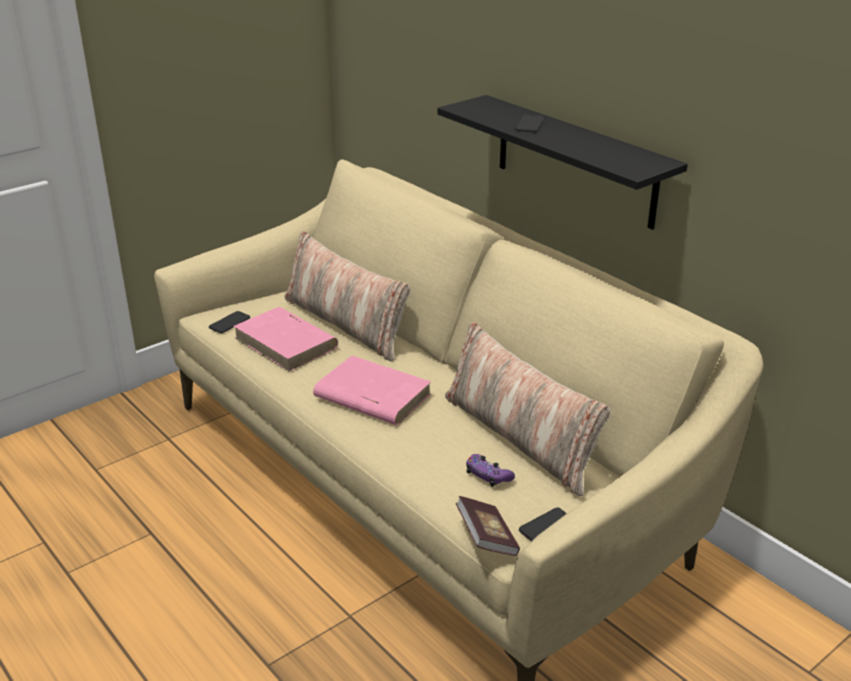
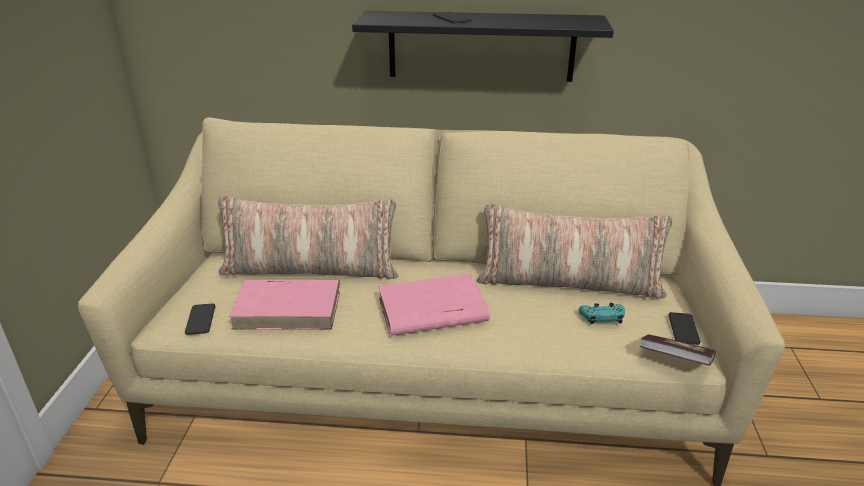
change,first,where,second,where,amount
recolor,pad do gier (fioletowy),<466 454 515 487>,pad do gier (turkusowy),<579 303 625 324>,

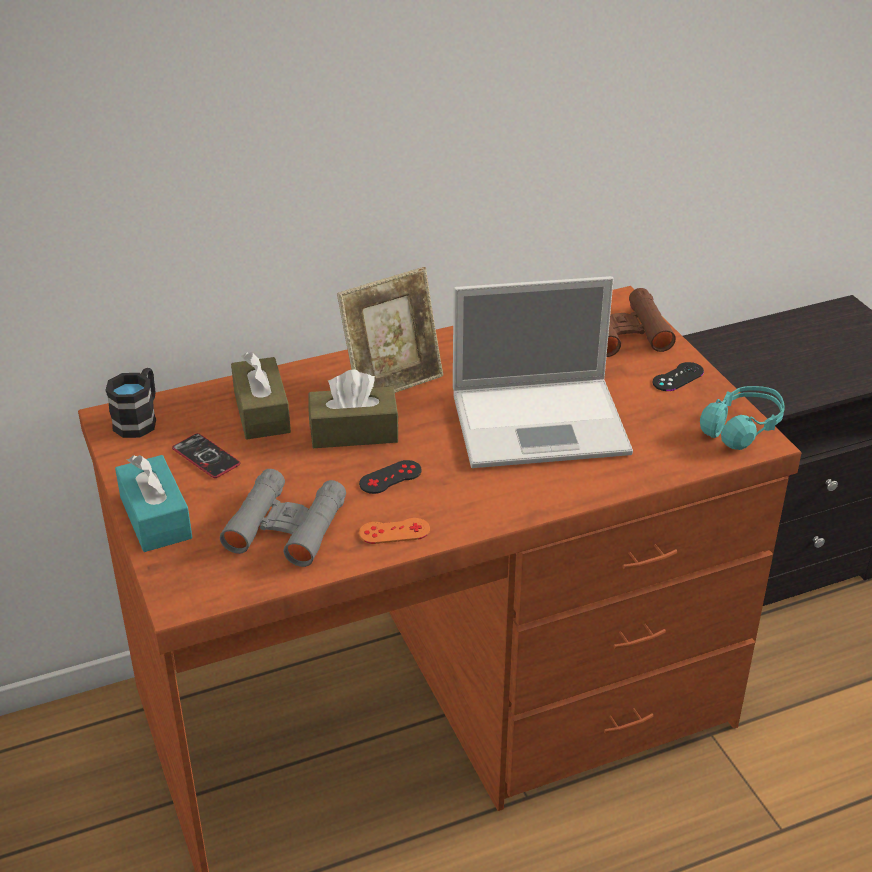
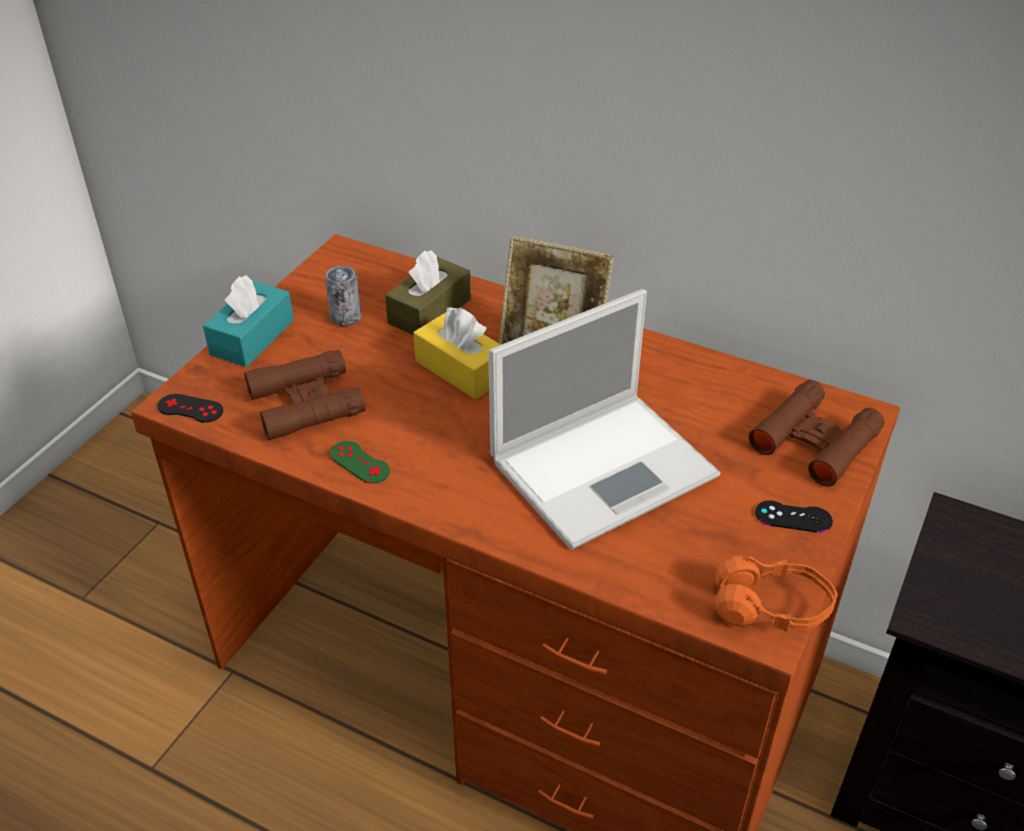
change,first,where,second,where,amount
move,pad do gier (czarny),<359 460 422 494>,,<158 394 223 423>,
recolor,lornetka (szary),<220 469 346 567>,lornetka (brązowy),<244 350 366 440>,
replace,telefon,<172 433 241 478>,puszka,<325 266 361 326>,
recolor,pad do gier (pomarańczowy),<359 518 430 544>,pad do gier (zielony),<330 441 390 484>,
recolor,pudełko chusteczek (brązowy),<309 369 399 448>,pudełko chusteczek (żółty),<413 307 501 399>,
rotate,laptop,<453 276 633 468>,,<489 289 720 550>,75 degrees counterclockwise
recolor,słuchawki (turkusowy),<700 386 785 450>,słuchawki (pomarańczowy),<715 555 838 632>,
delete,kubek (czarny),<105 368 156 438>,,,

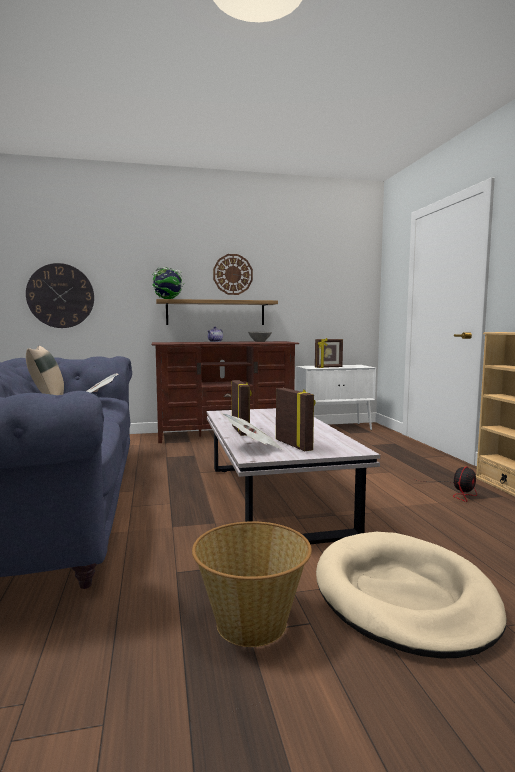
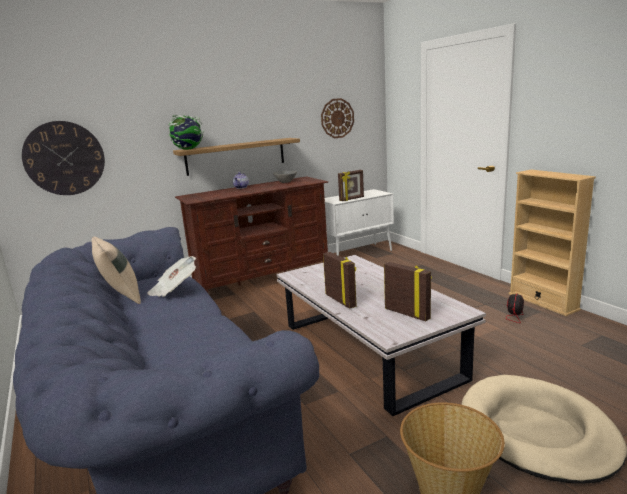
change,first,where,second,where,amount
move,zegar ścienny,<213 254 253 295>,,<321 98 354 138>,
delete,gazeta,<221 413 284 450>,,,

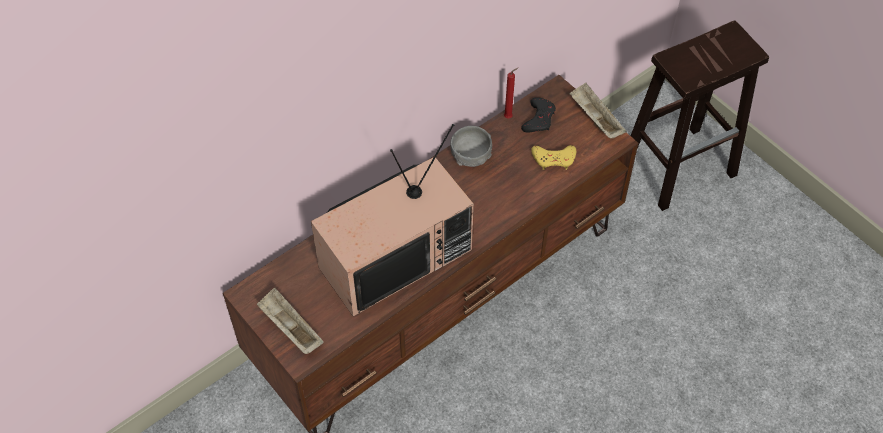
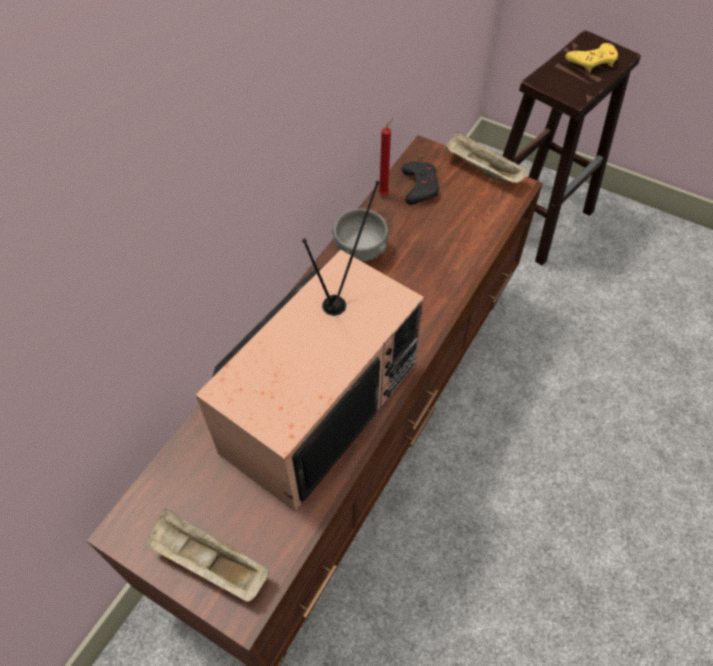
change,first,where,second,where,amount
move,pad do gier (żółty),<531 145 576 170>,,<565 43 618 72>,

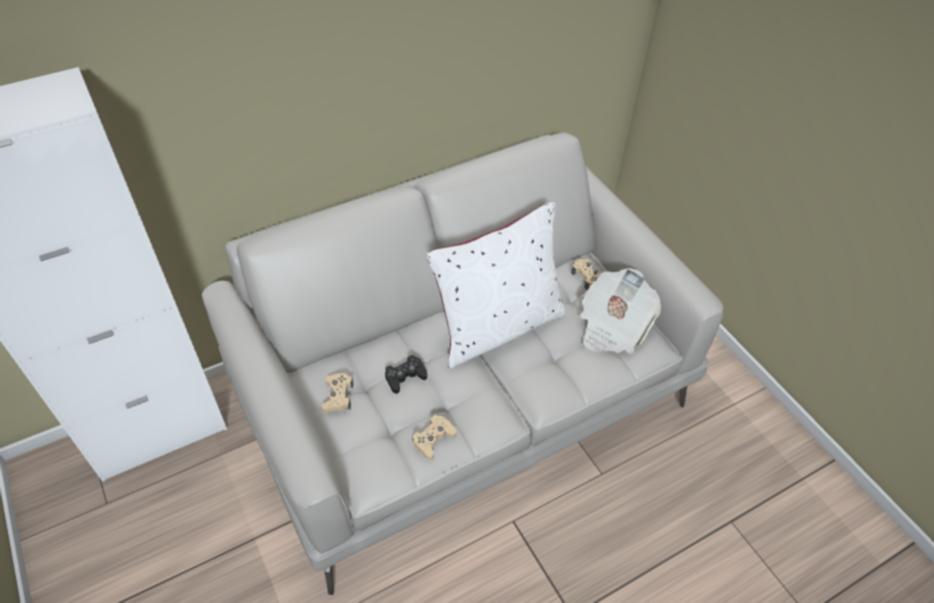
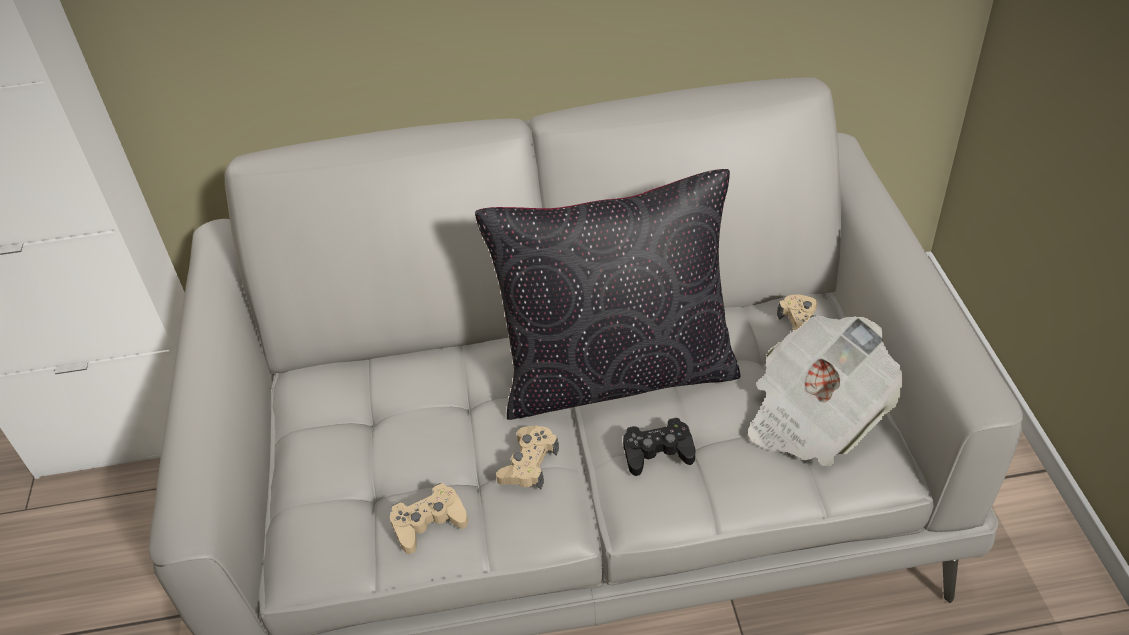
change,first,where,second,where,amount
recolor,poduszka (biały),<426 202 566 369>,poduszka (czarny),<475 169 740 420>,
move,pad do gier (beżowy),<322 373 353 413>,,<496 425 559 489>,
move,pad do gier (czarny),<385 355 427 394>,,<623 418 695 476>,

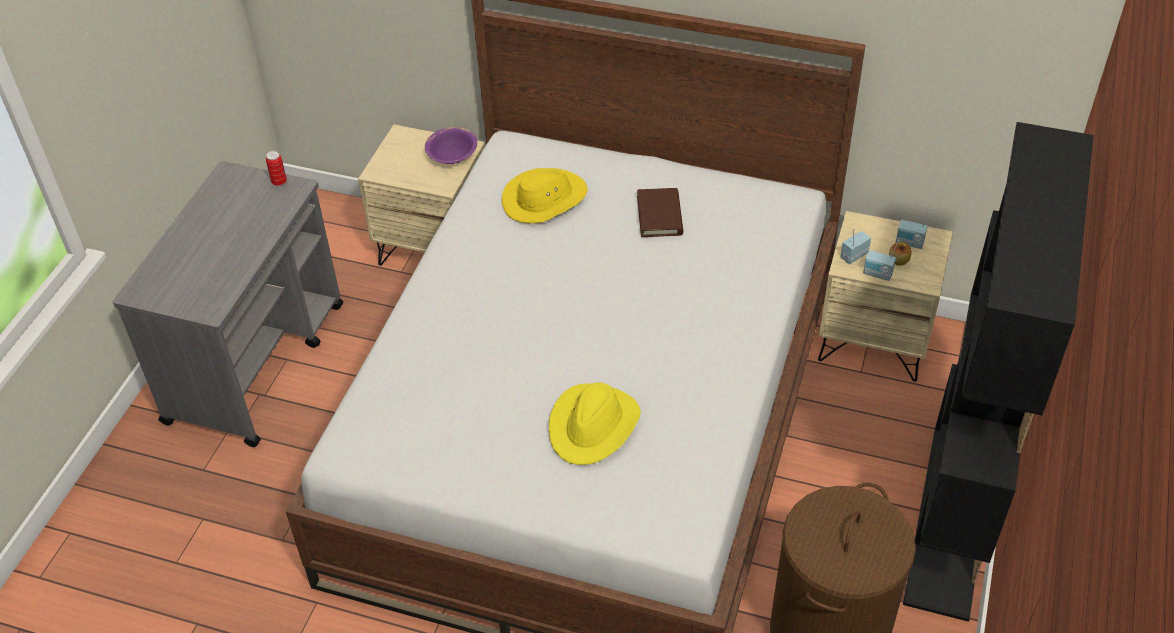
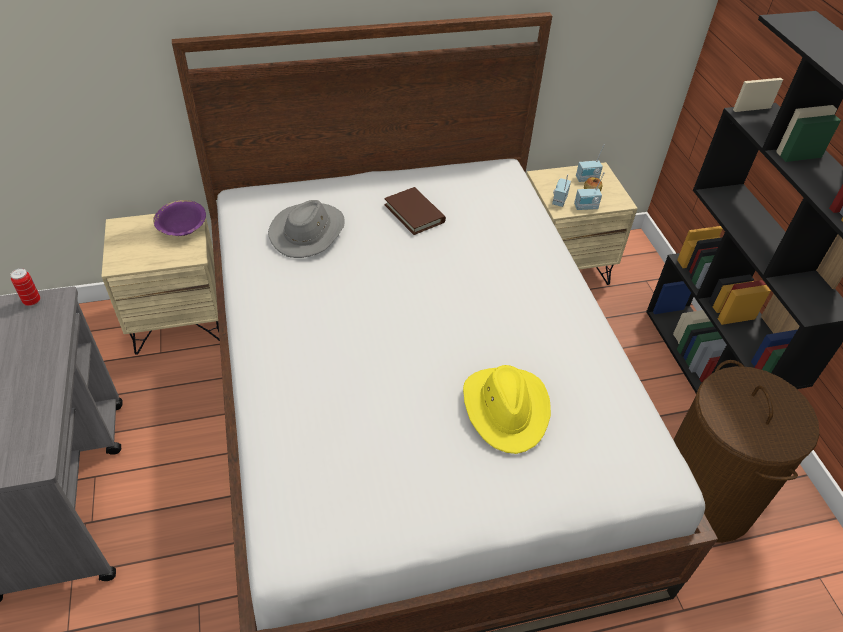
change,first,where,second,where,amount
recolor,kapelusz (żółty),<502 168 588 223>,kapelusz (szary),<268 200 345 258>,

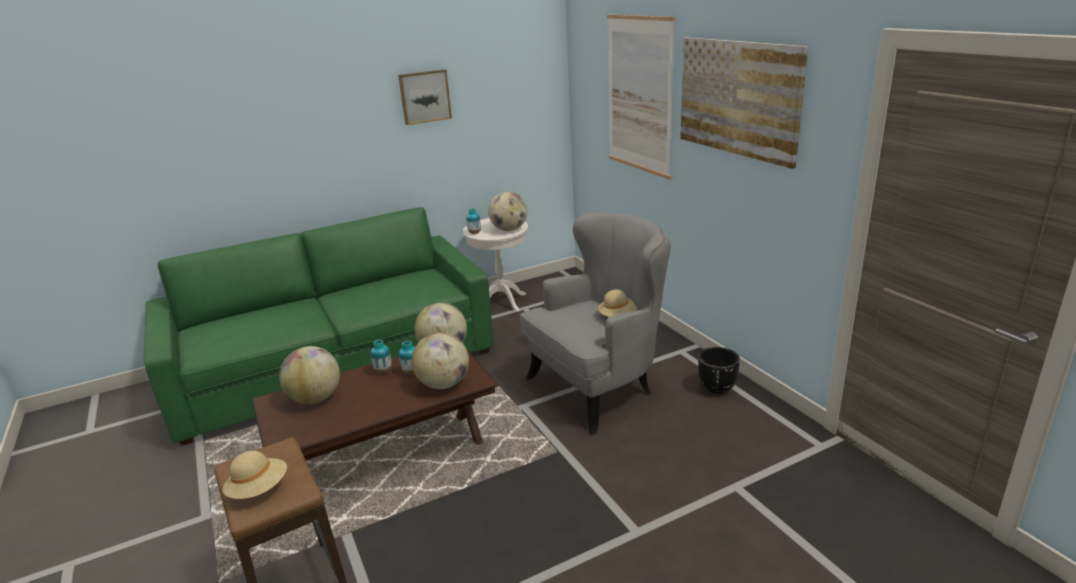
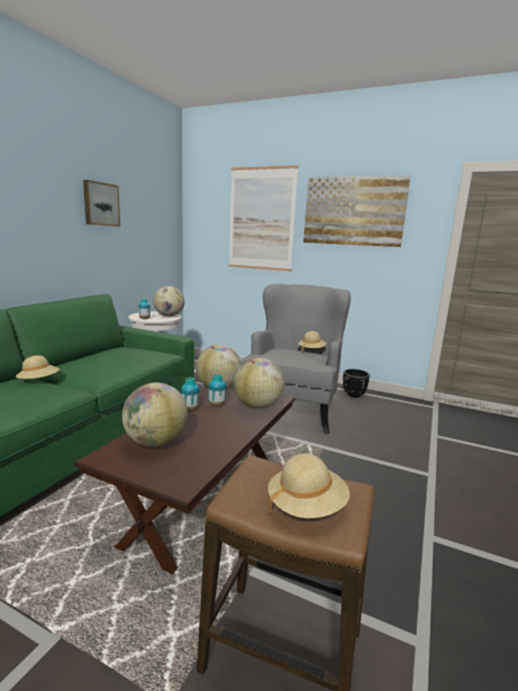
change,first,where,second,where,amount
insert,,,kapelusz (beżowy),<16 355 60 379>,

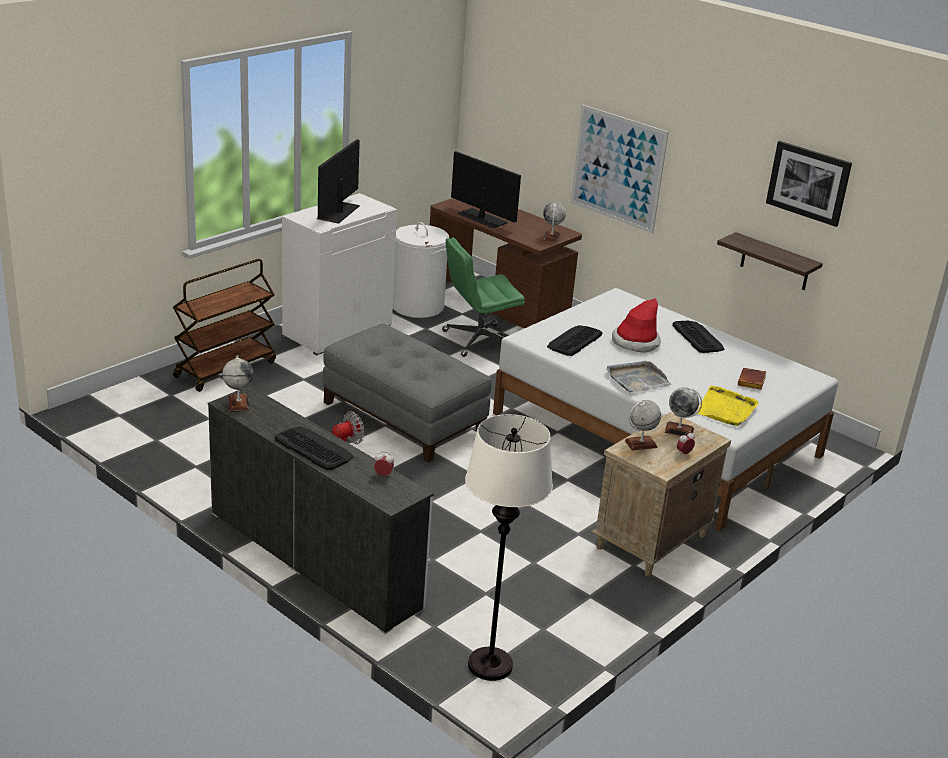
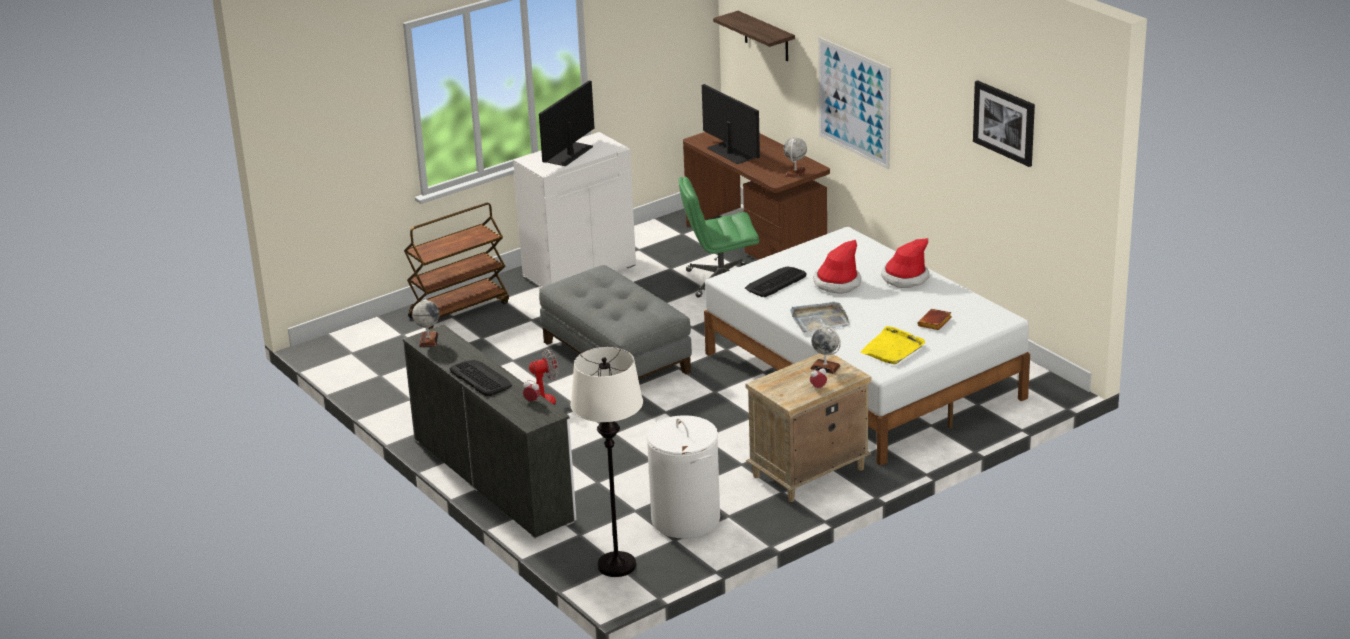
change,first,where,second,where,amount
move,kosz na pranie (biały),<393 222 449 318>,,<646 415 720 539>,
move,półka,<717 232 823 290>,,<713 11 795 61>,
replace,klawiatura,<672 321 725 353>,kapelusz,<881 238 930 288>,
delete,globus,<625 400 661 451>,,,

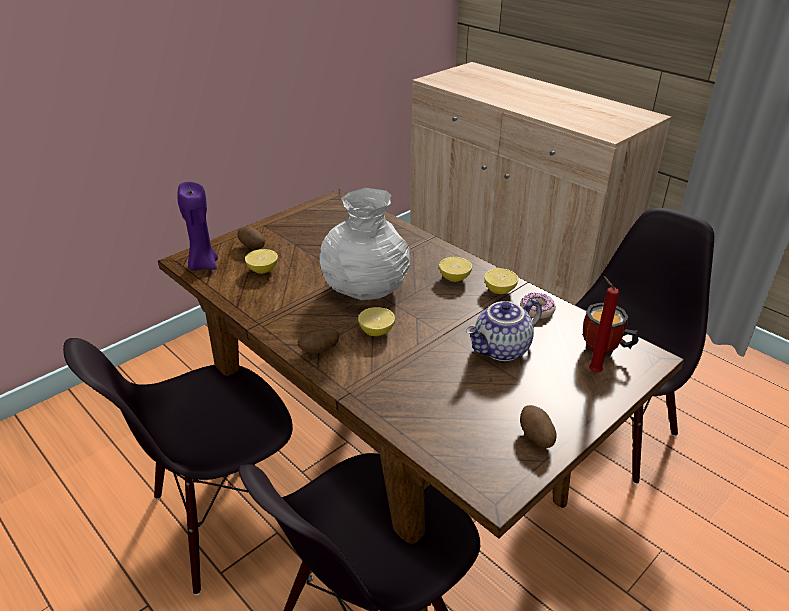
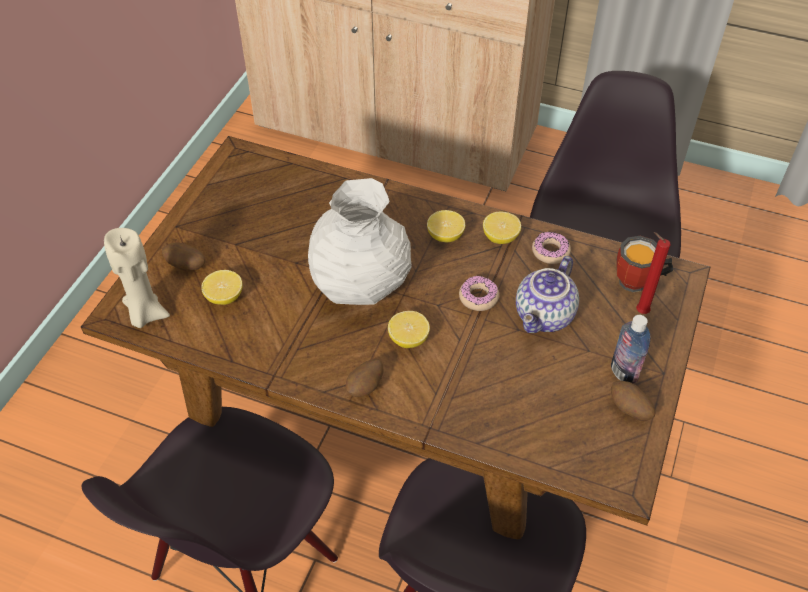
change,first,where,second,where,amount
recolor,świeca (fioletowy),<178 182 218 271>,świeca (beżowy),<104 228 170 328>,
insert,,,donut,<459 276 499 311>,
insert,,,butelka,<611 315 650 384>,

